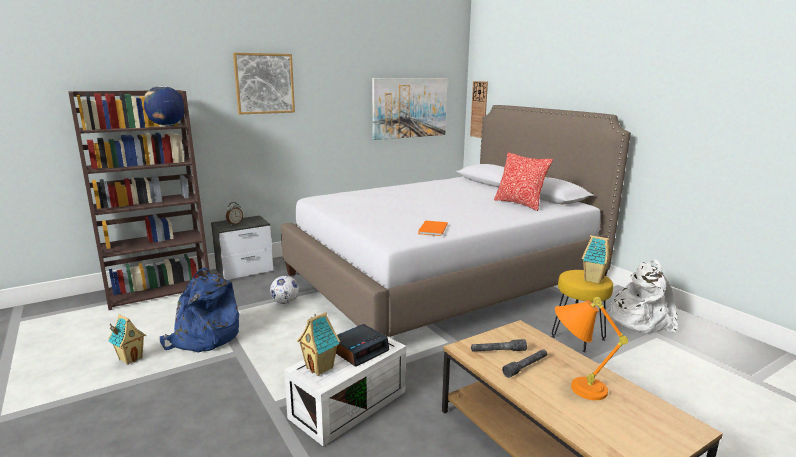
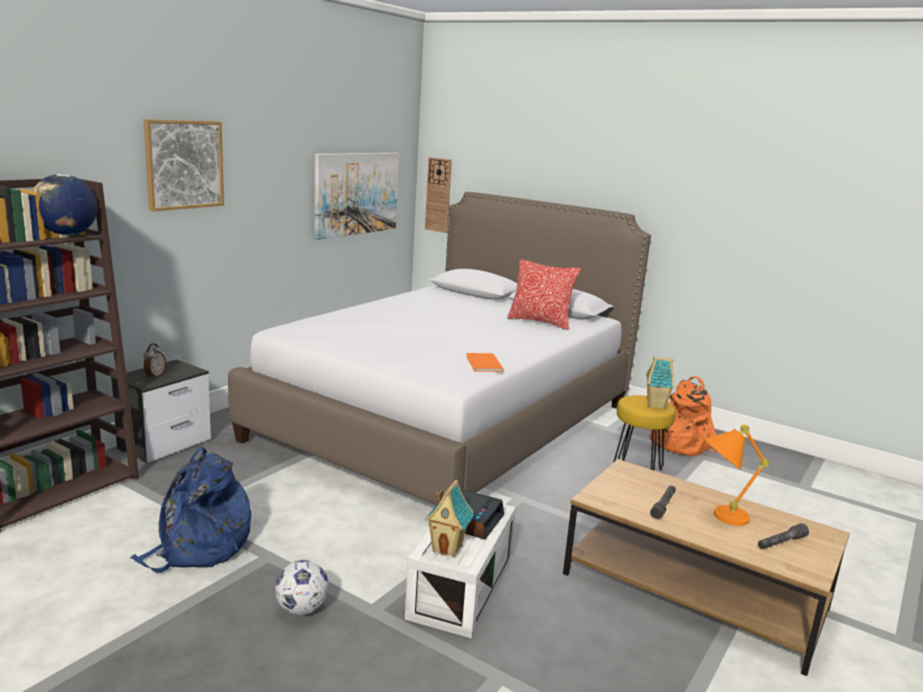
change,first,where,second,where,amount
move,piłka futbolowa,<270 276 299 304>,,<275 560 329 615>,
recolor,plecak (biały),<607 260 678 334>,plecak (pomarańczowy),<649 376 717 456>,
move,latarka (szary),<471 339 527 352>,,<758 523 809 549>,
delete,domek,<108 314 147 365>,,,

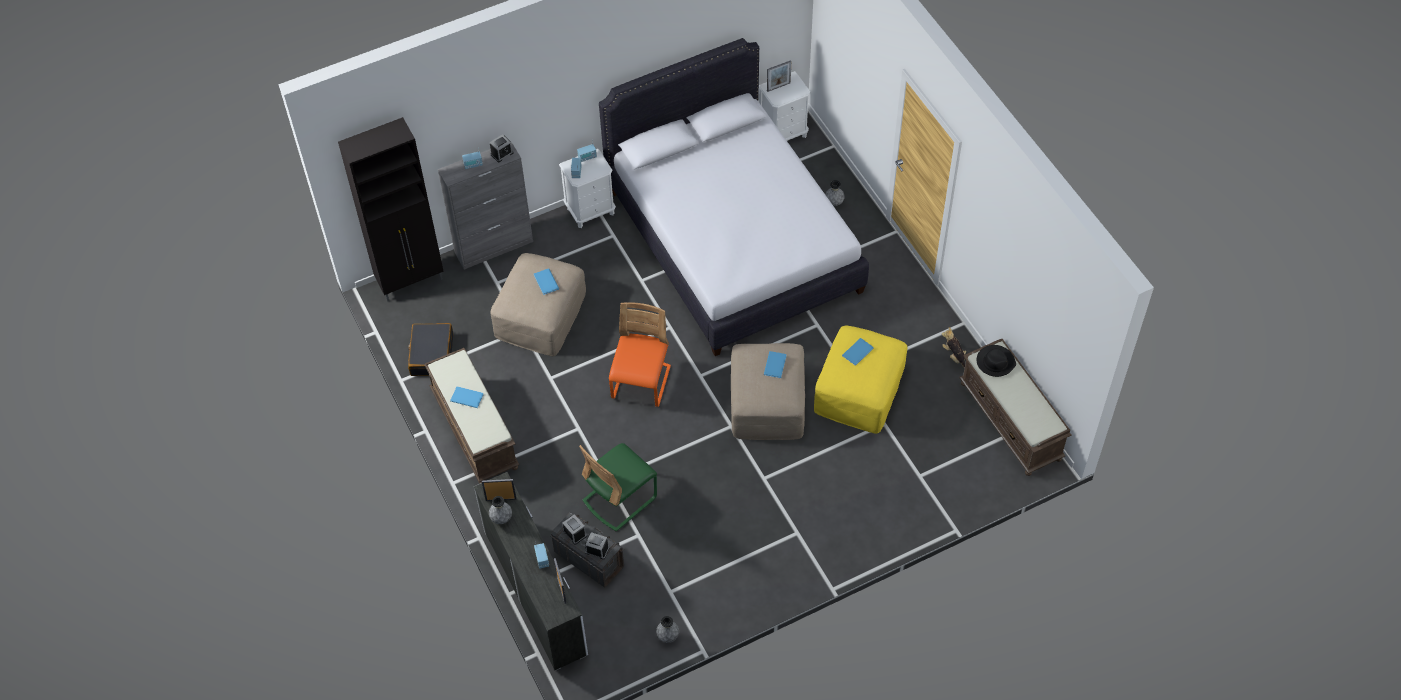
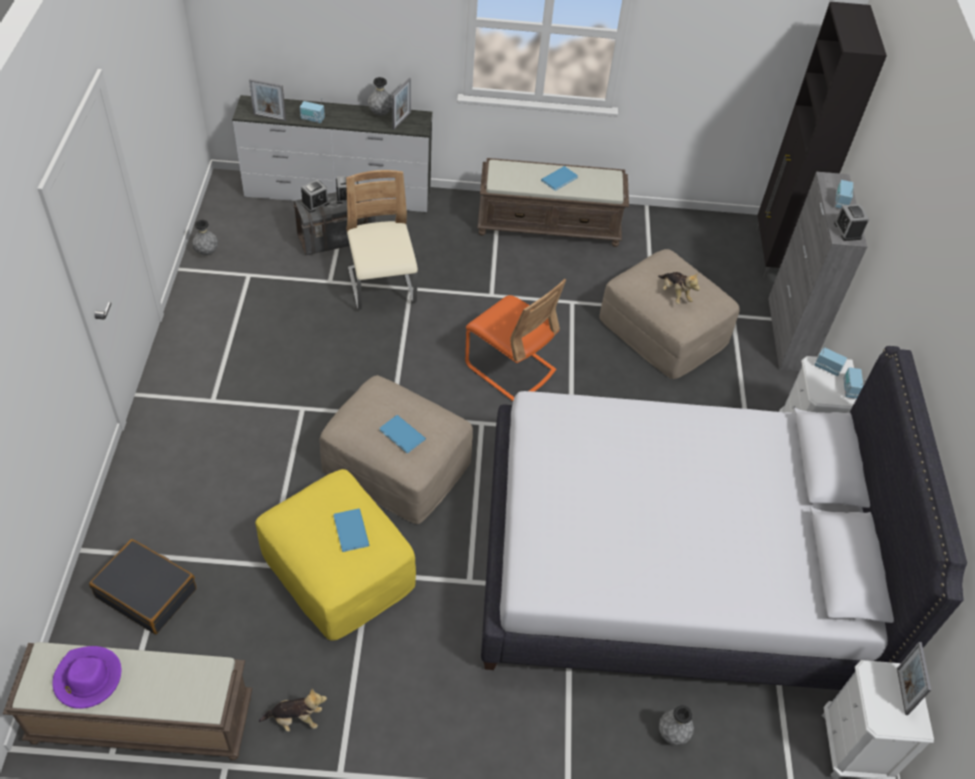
change,first,where,second,where,amount
insert,,,kapelusz (fioletowy),<52 646 121 709>,
move,walizka (czarny),<408 323 453 376>,,<89 539 196 634>,
recolor,krzesło (zielony),<579 443 657 532>,krzesło (beżowy),<346 170 418 310>,
replace,książka (niebieski),<534 268 559 295>,pluszak,<658 272 700 304>,
delete,kapelusz (czarny),<977 345 1016 377>,,,

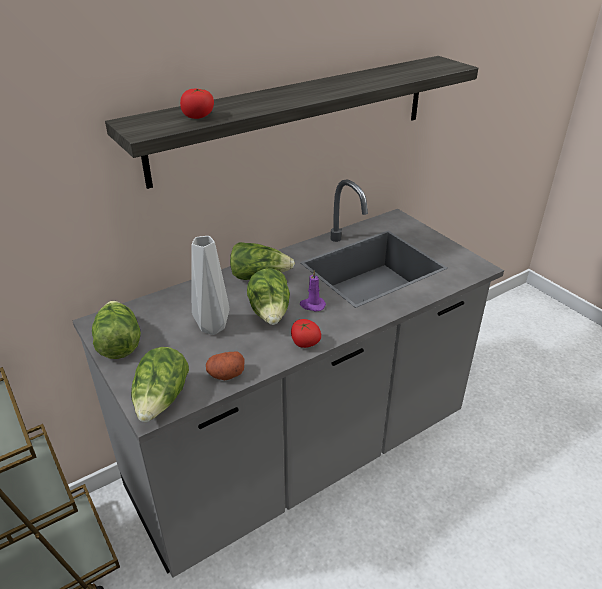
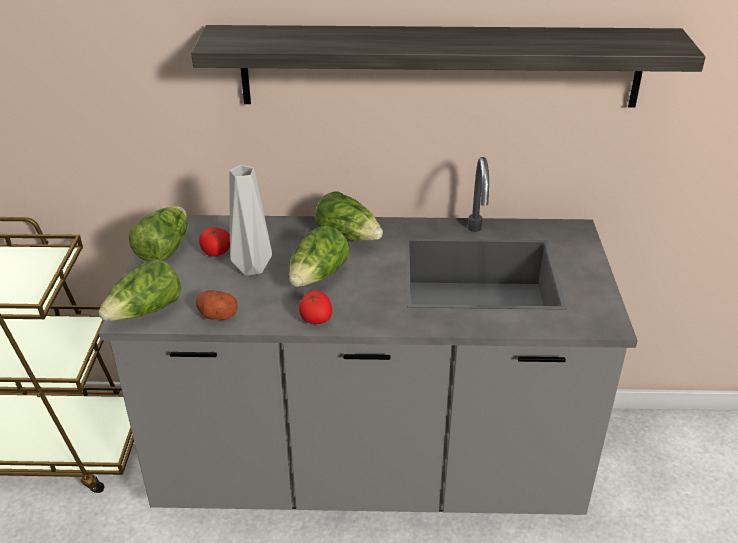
change,first,where,second,where,amount
move,pomidor,<180 89 214 119>,,<199 227 230 257>,
delete,świeca (fioletowy),<300 270 326 312>,,,

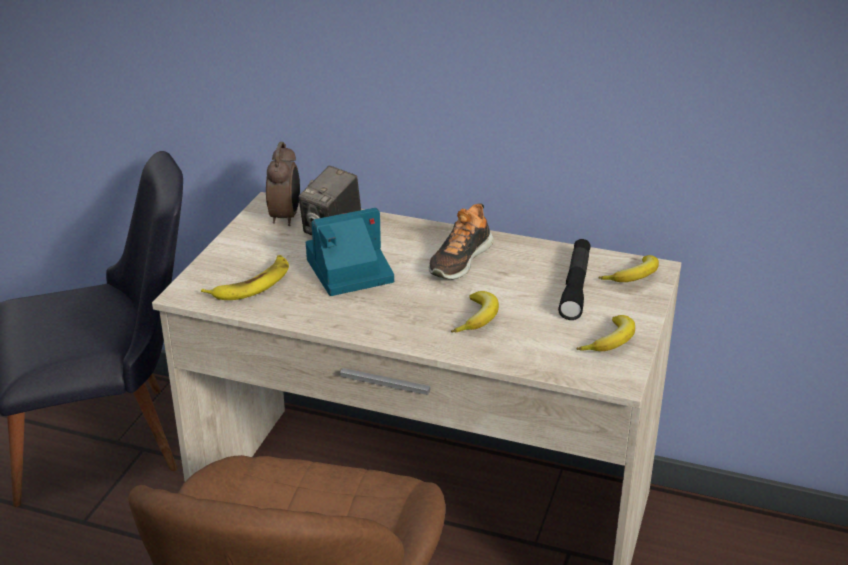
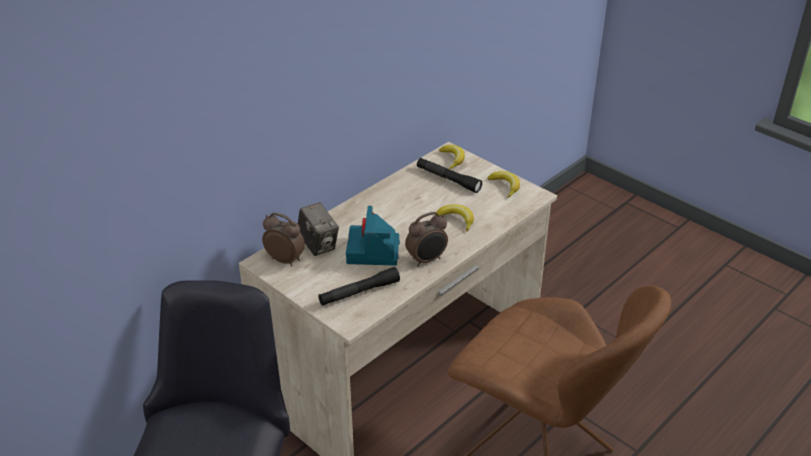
change,first,where,second,where,amount
replace,banan,<201 255 289 300>,latarka (czarny),<318 267 400 306>,
insert,,,budzik,<405 212 448 267>,
delete,but,<429 203 494 279>,,,

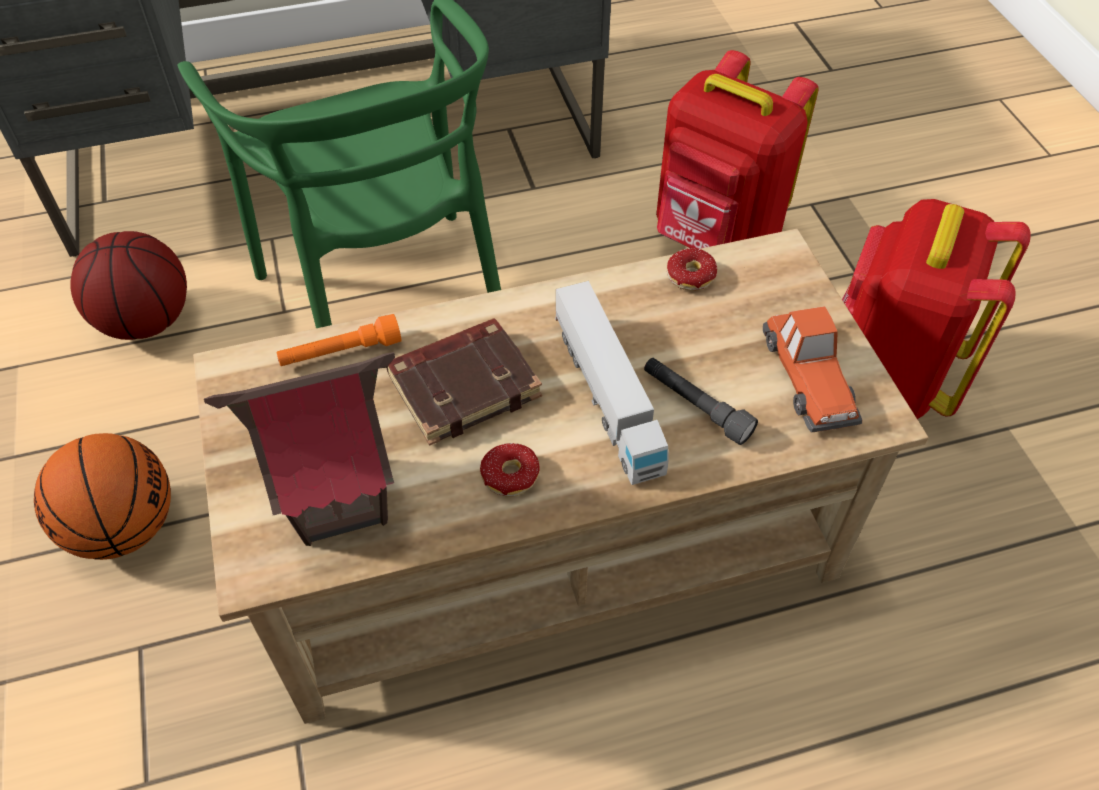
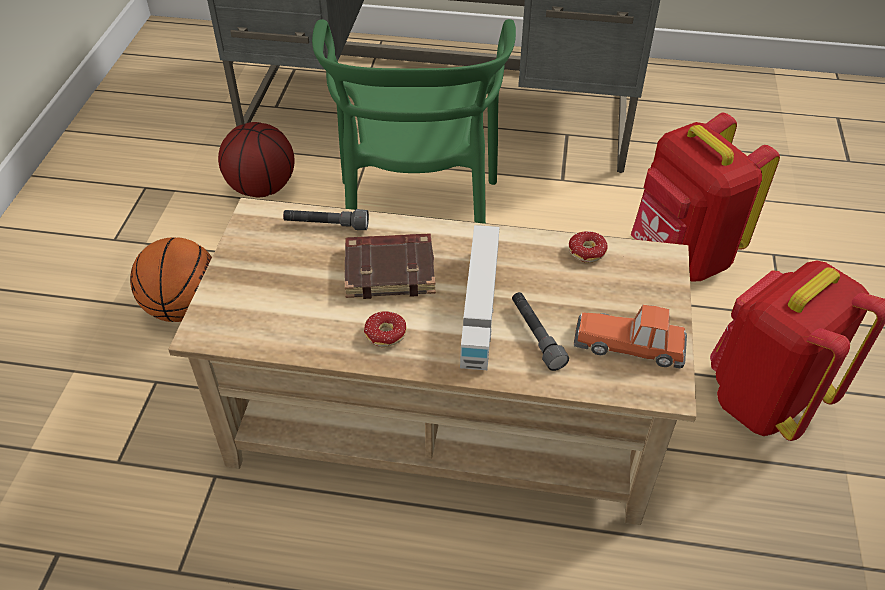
change,first,where,second,where,amount
recolor,latarka (pomarańczowy),<276 314 402 366>,latarka (szary),<283 209 369 230>,
rotate,samochodzik,<763 306 862 432>,,<574 305 687 368>,90 degrees clockwise
delete,domek,<204 352 395 546>,,,

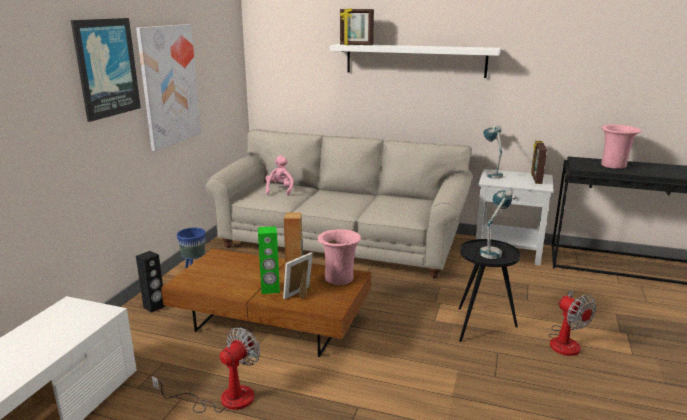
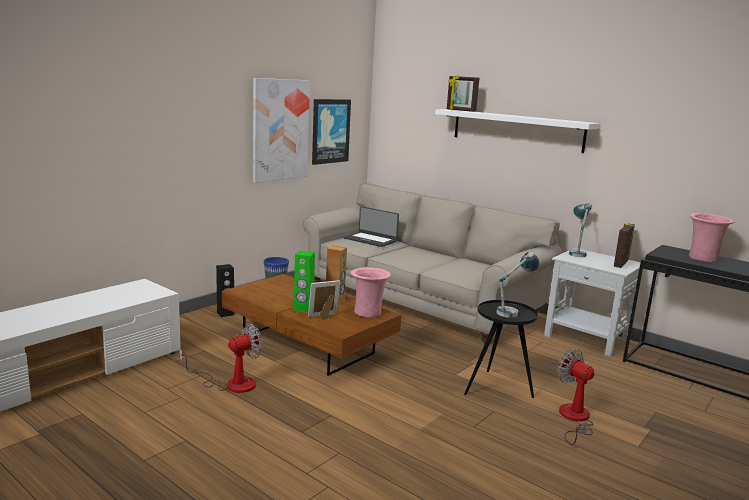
change,first,where,second,where,amount
move,obraz,<71 18 141 122>,,<312 99 351 165>,
replace,pluszak (różowy),<266 155 294 196>,laptop,<344 206 399 247>,
rotate,wentylator,<548 290 597 356>,,<557 349 594 445>,150 degrees clockwise

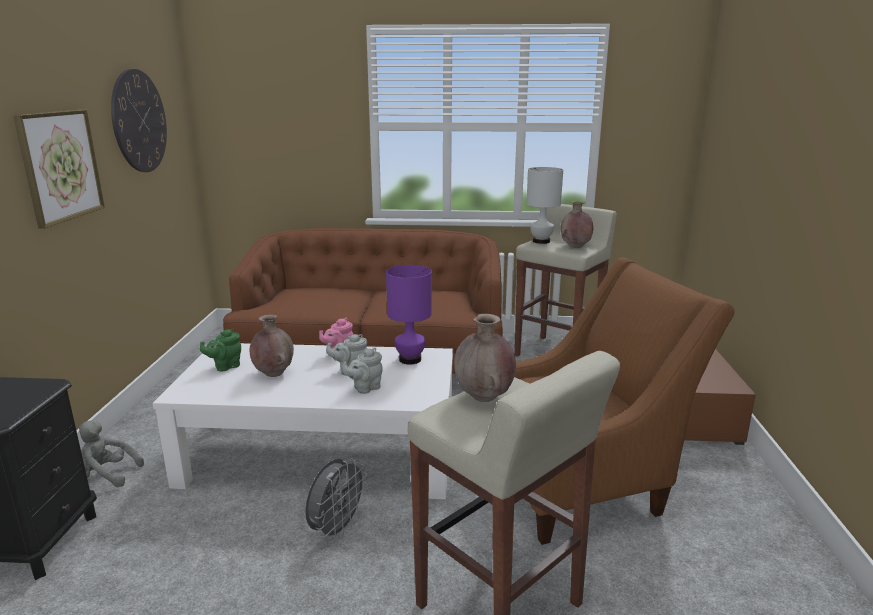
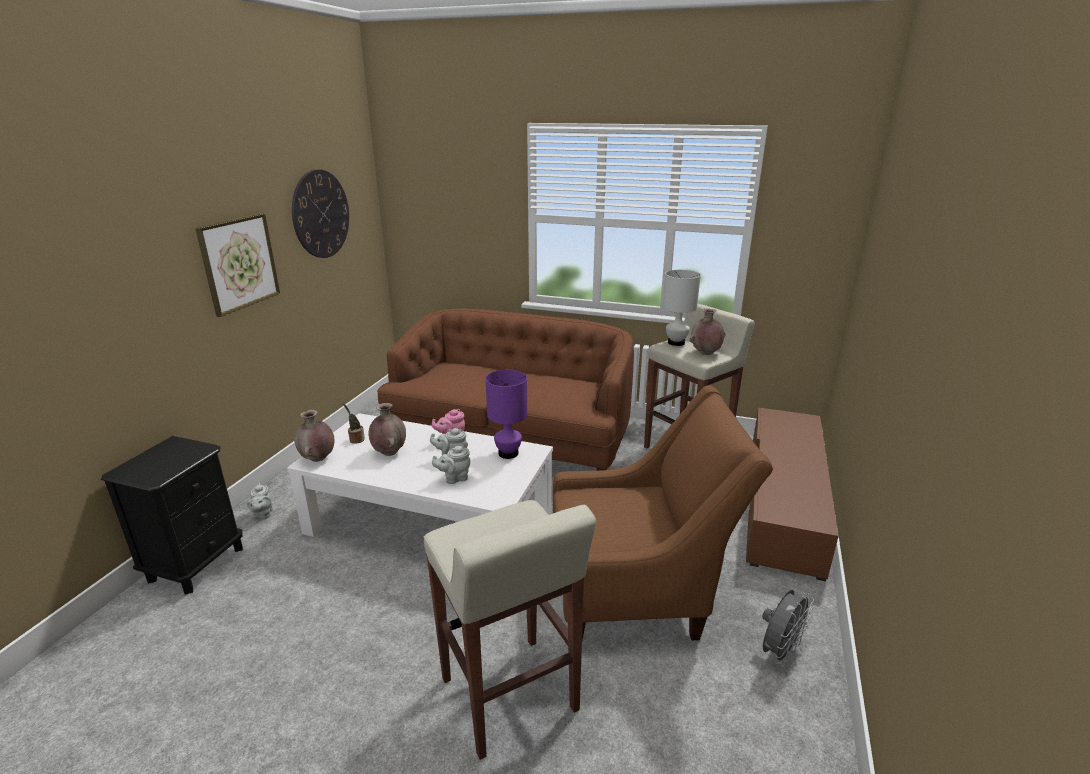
change,first,where,second,where,amount
replace,pluszak (szary),<79 421 144 487>,imbryk (szary),<247 483 273 519>,
move,wazon (brązowy),<454 314 516 402>,,<294 410 334 462>,
replace,imbryk (zielony),<200 329 241 371>,roślina doniczkowa,<342 403 365 444>,
move,wentylator (szary),<305 458 368 541>,,<762 590 814 666>,

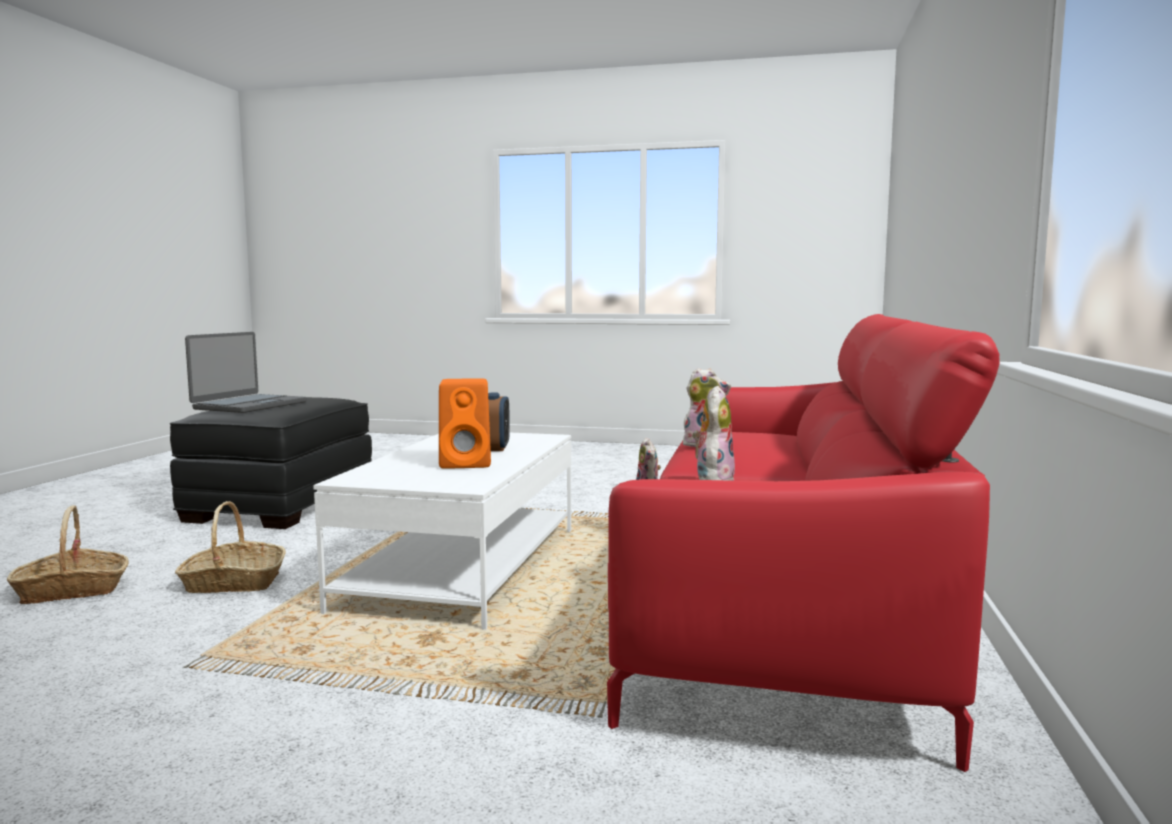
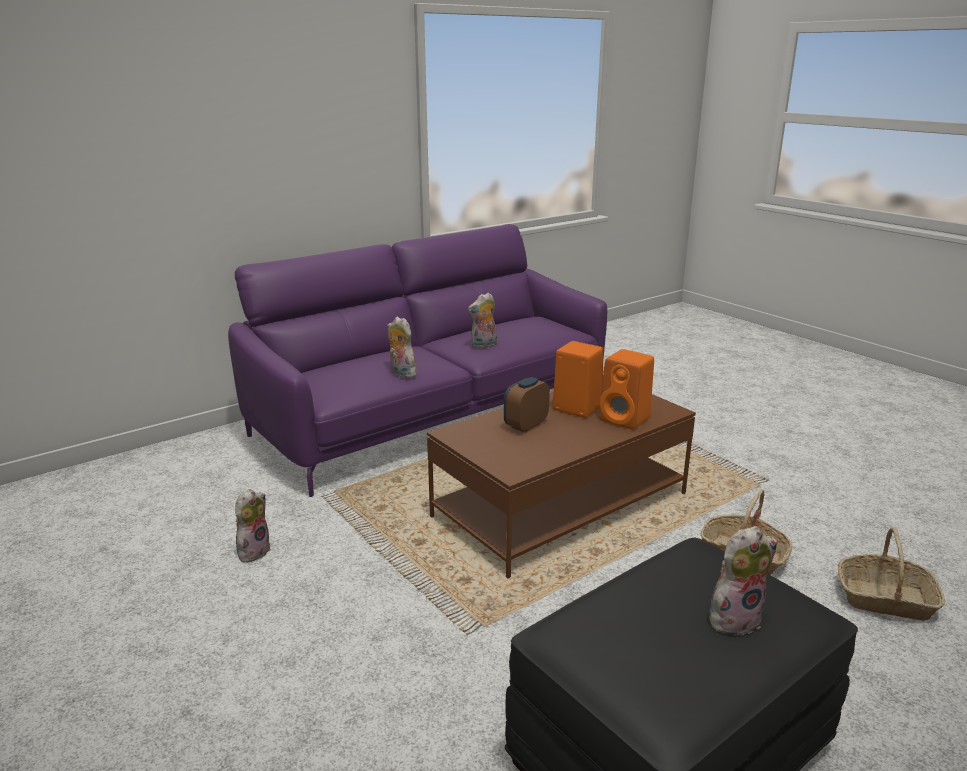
change,first,where,second,where,amount
recolor,kanapa (czerwony),<607 314 1000 772>,kanapa (fioletowy),<228 224 607 497>,
recolor,ława (biały),<313 433 571 630>,ława (brązowy),<427 391 696 579>,
insert,,,głośnik (pomarańczowy),<599 349 654 430>,
replace,laptop,<185 332 307 413>,pluszak,<710 526 778 635>,

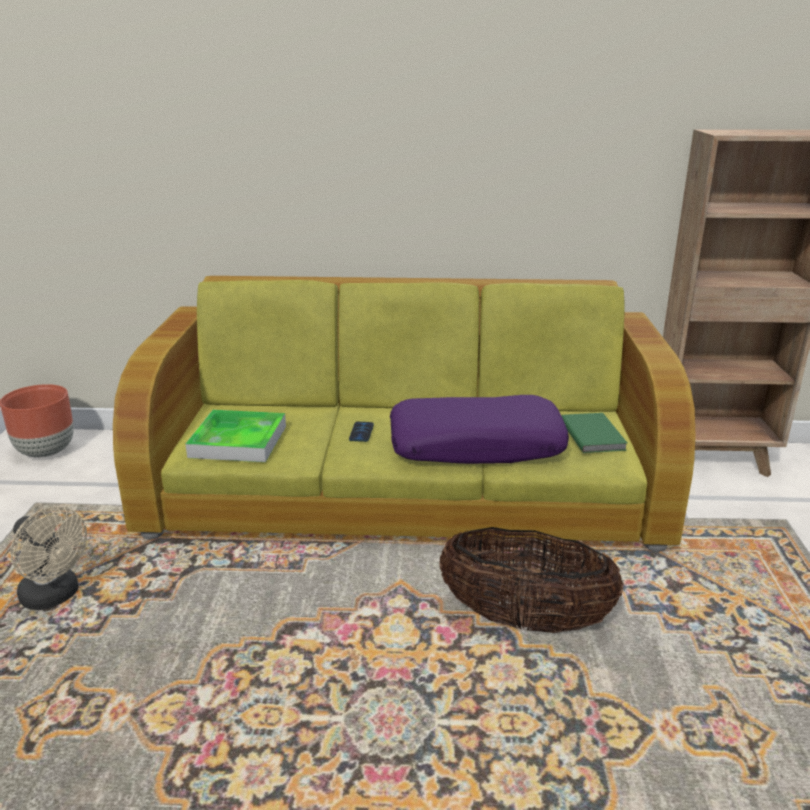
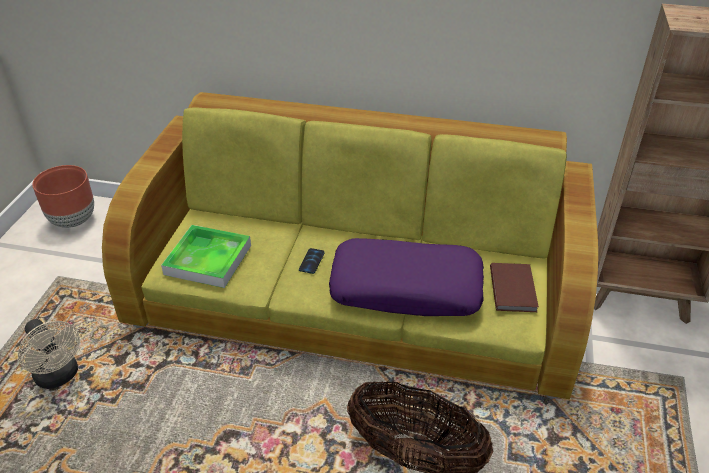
change,first,where,second,where,amount
recolor,książka (zielony),<562 413 627 453>,książka (brązowy),<490 263 539 312>,

